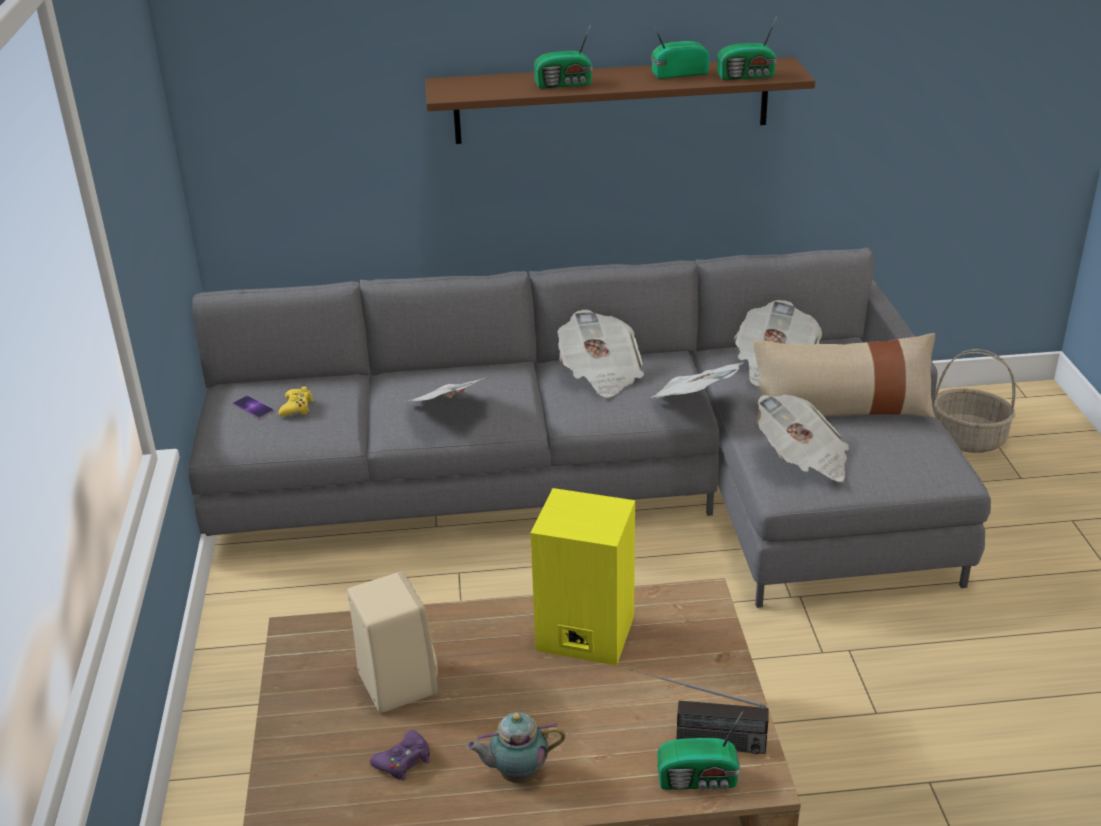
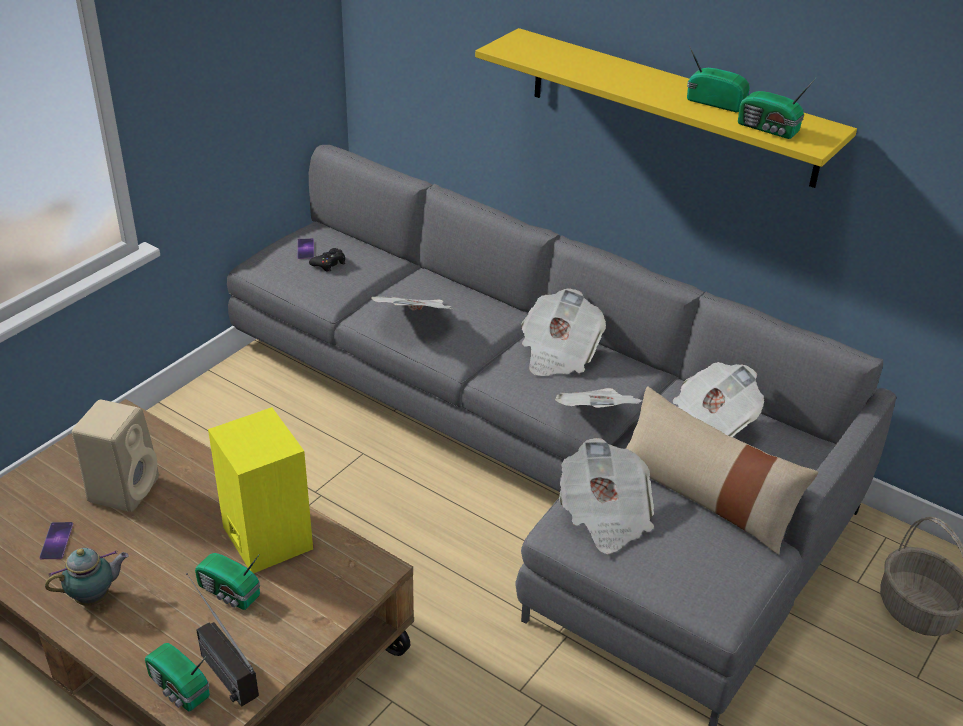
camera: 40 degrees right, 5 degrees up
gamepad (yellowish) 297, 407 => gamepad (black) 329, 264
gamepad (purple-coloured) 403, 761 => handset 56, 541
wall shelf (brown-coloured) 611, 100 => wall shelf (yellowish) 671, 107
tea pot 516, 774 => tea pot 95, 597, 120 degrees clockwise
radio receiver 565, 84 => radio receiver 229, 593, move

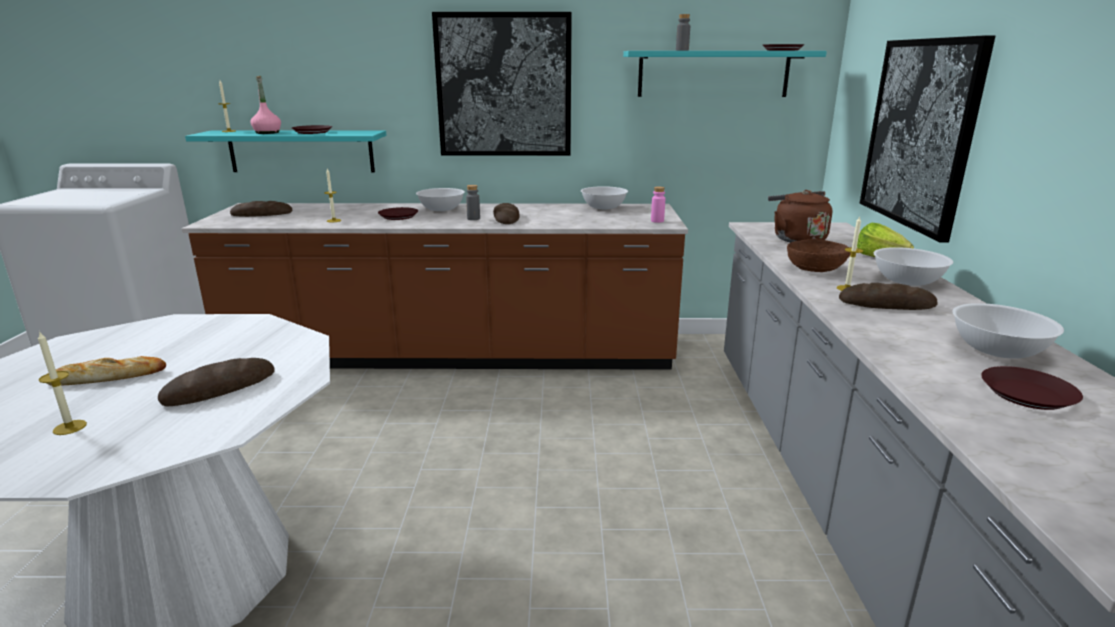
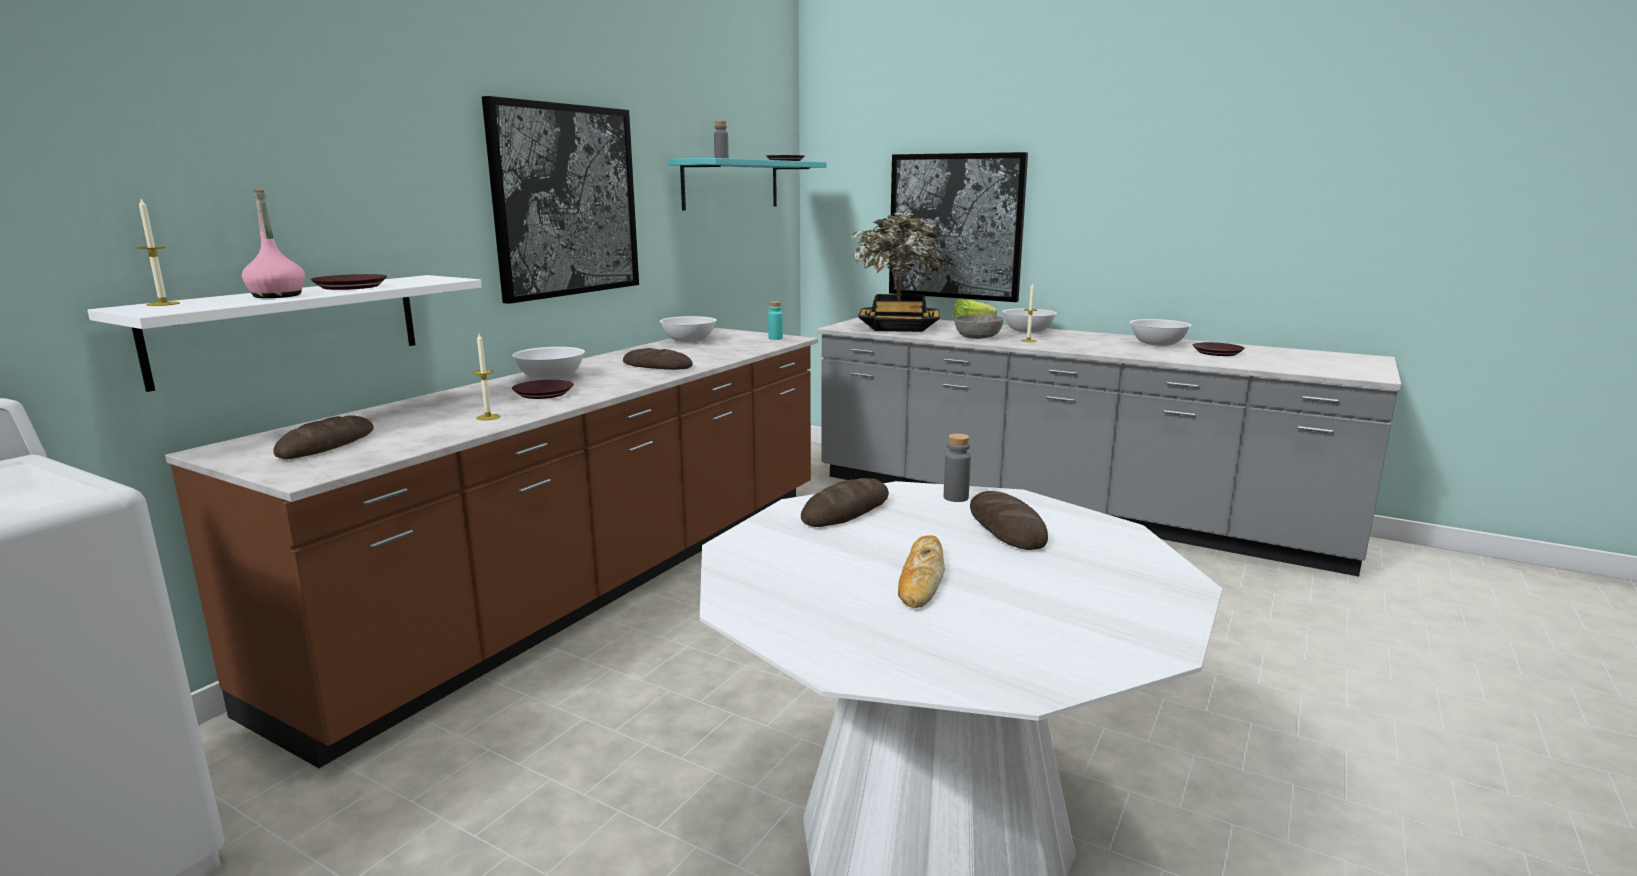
camera: 60 degrees left, 5 degrees down
wax light 69, 427 => nothing
wall shelf (turquoise) 301, 151 => wall shelf (whitish) 290, 327
bottle (grey) 473, 219 => bottle (grey) 956, 497, move
bottle (pink-coloured) 657, 221 => bottle (turquoise) 775, 338
water kettle (brown-coloured) 796, 239 => plant in a pot 898, 327
serving bowl (brown-coloured) 815, 269 => serving bowl (grey) 978, 337
baked bread 886, 304 => baked bread 846, 510, move

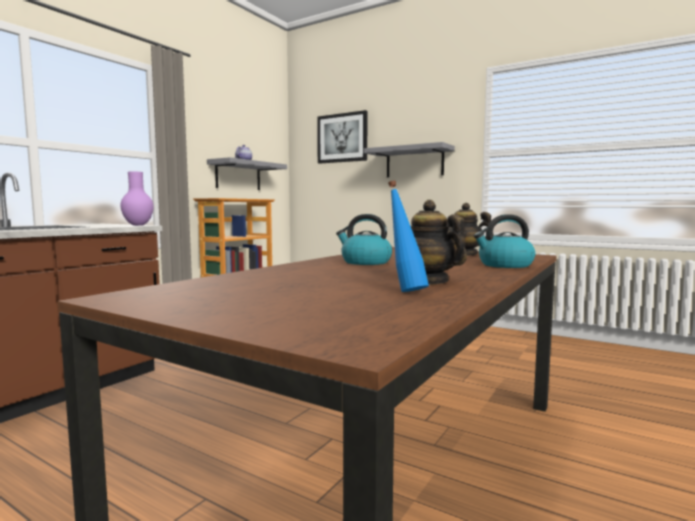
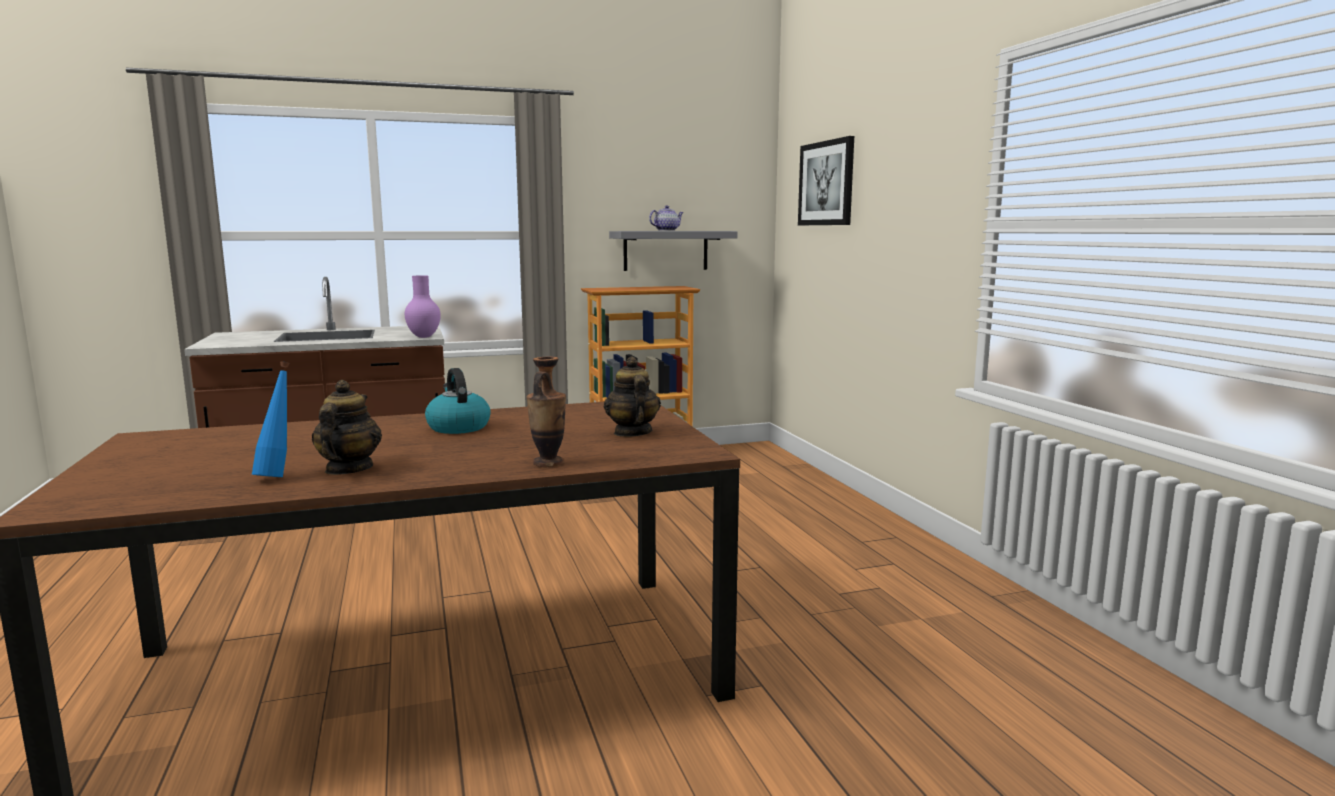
camera: 40 degrees right, 5 degrees up
wall shelf (grey) 414, 162 => nothing
water kettle 504, 265 => decorative vase 548, 463

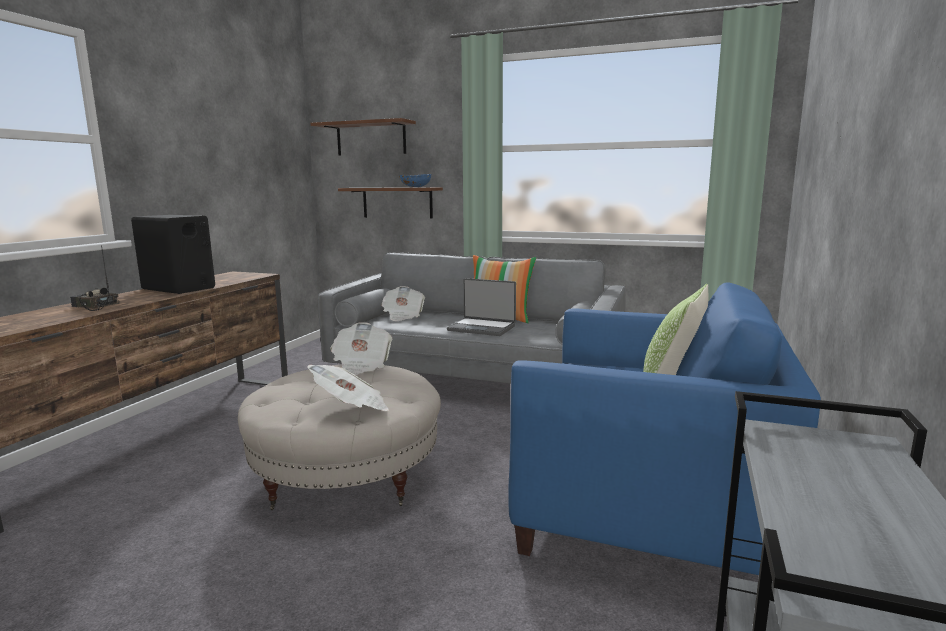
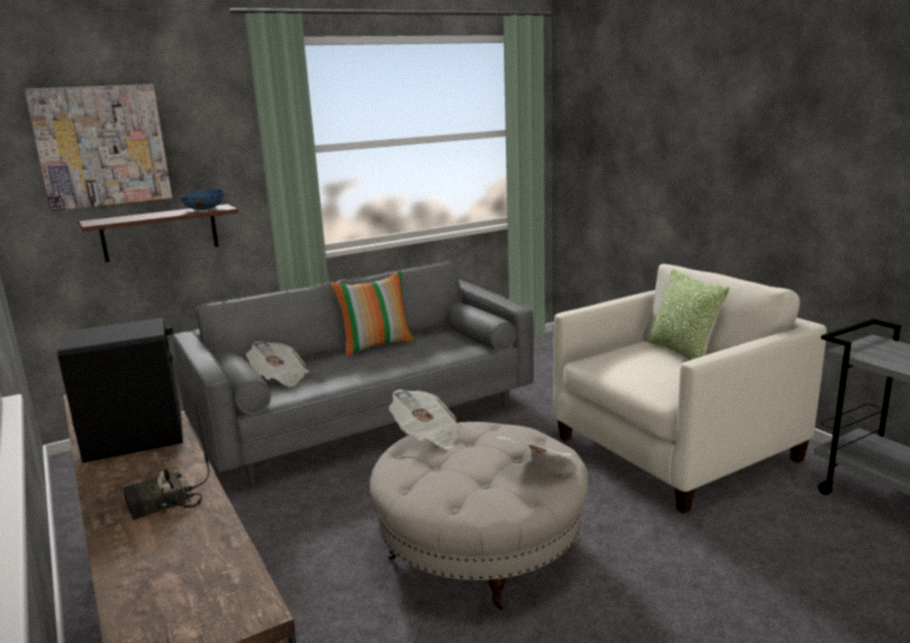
camera: 50 degrees left, 5 degrees up
wall shelf (brown-coloured) 371, 139 => wall art 102, 146
notebook computer 482, 328 => nothing
lounge chair (blue-coloured) 646, 510 => lounge chair (sand-coloured) 674, 449

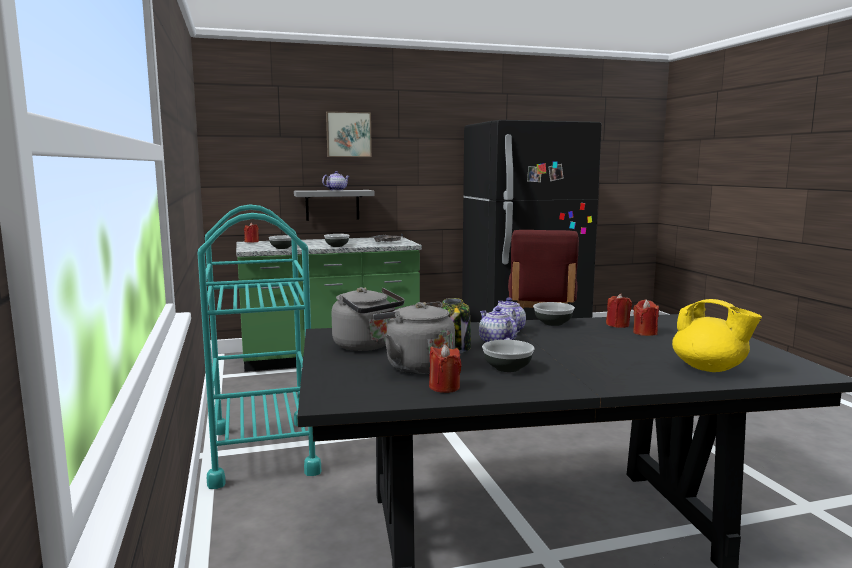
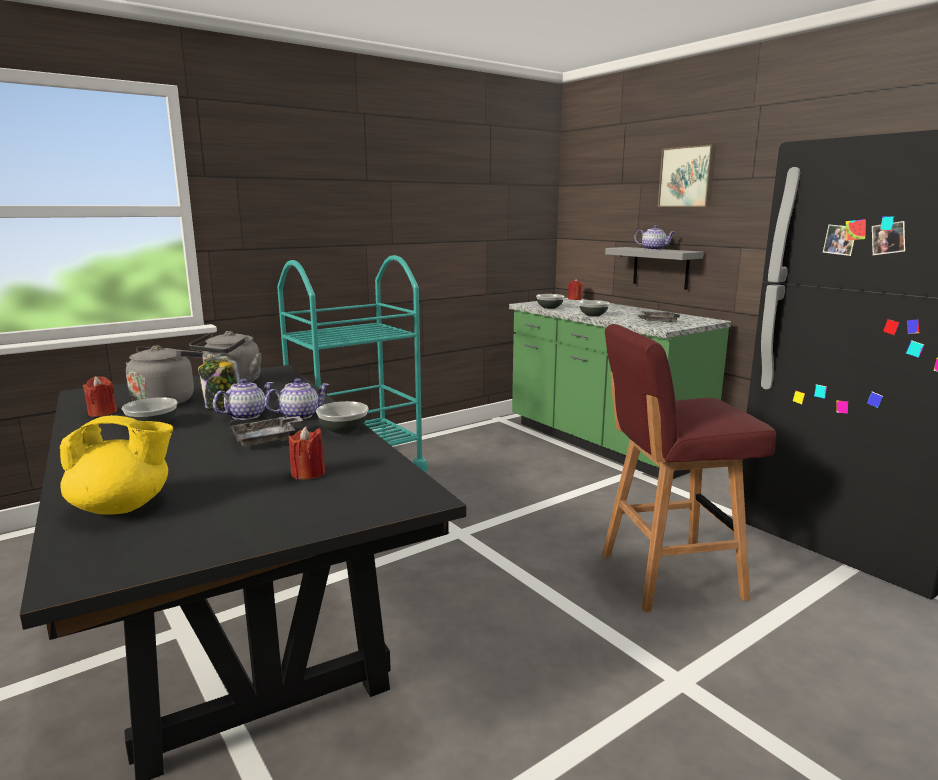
camera: 70 degrees right, 5 degrees up
wax light (red-coloured) 617, 325 => nothing
tea pot (yellowish) 710, 369 => tea pot (yellowish) 123, 507, 120 degrees counterclockwise
nothing => tray (grey) 266, 440

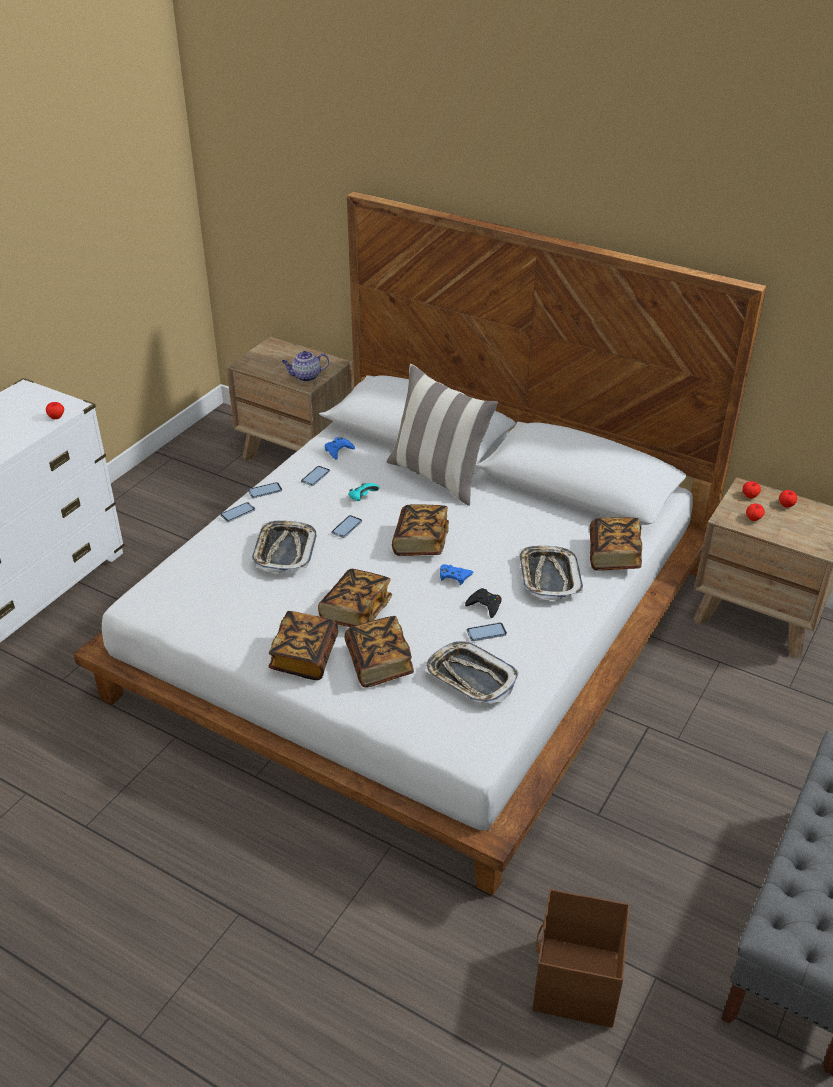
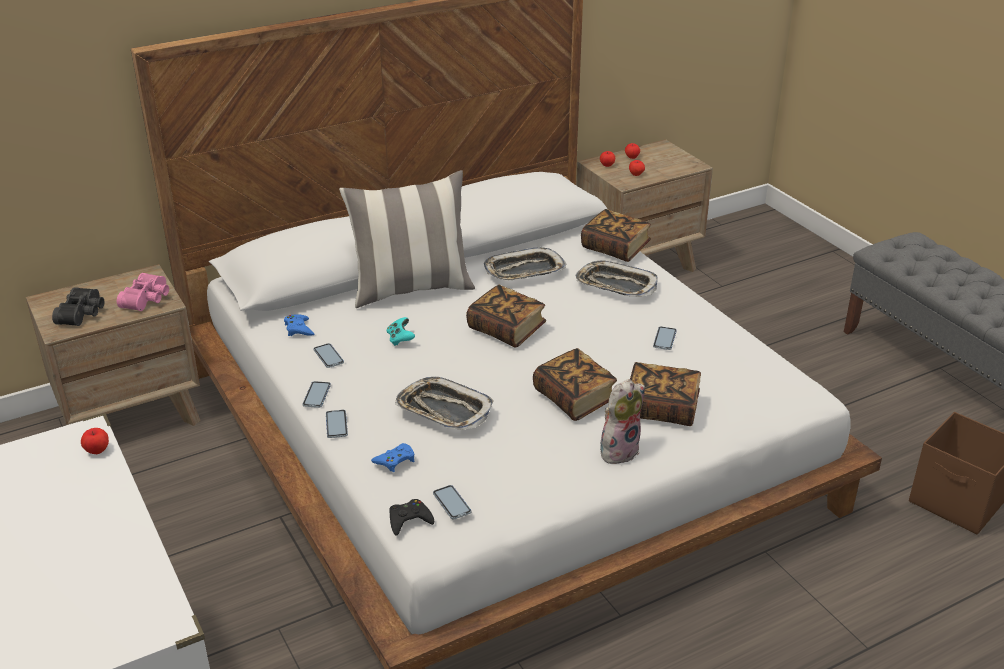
camera: 60 degrees left, 5 degrees down
volume 304, 657 => cuddly toy 618, 450
tea pot 306, 377 => pair of binoculars (pink-coloured) 148, 299
handset 346, 527 => handset 452, 503, move
tray 470, 678 => tray 524, 271, move
gamepad (blue-coloured) 454, 576 => gamepad (blue-coloured) 395, 460, move
gamepad (black) 485, 605 => gamepad (black) 409, 520, move
nothing => pair of binoculars (black) 83, 314

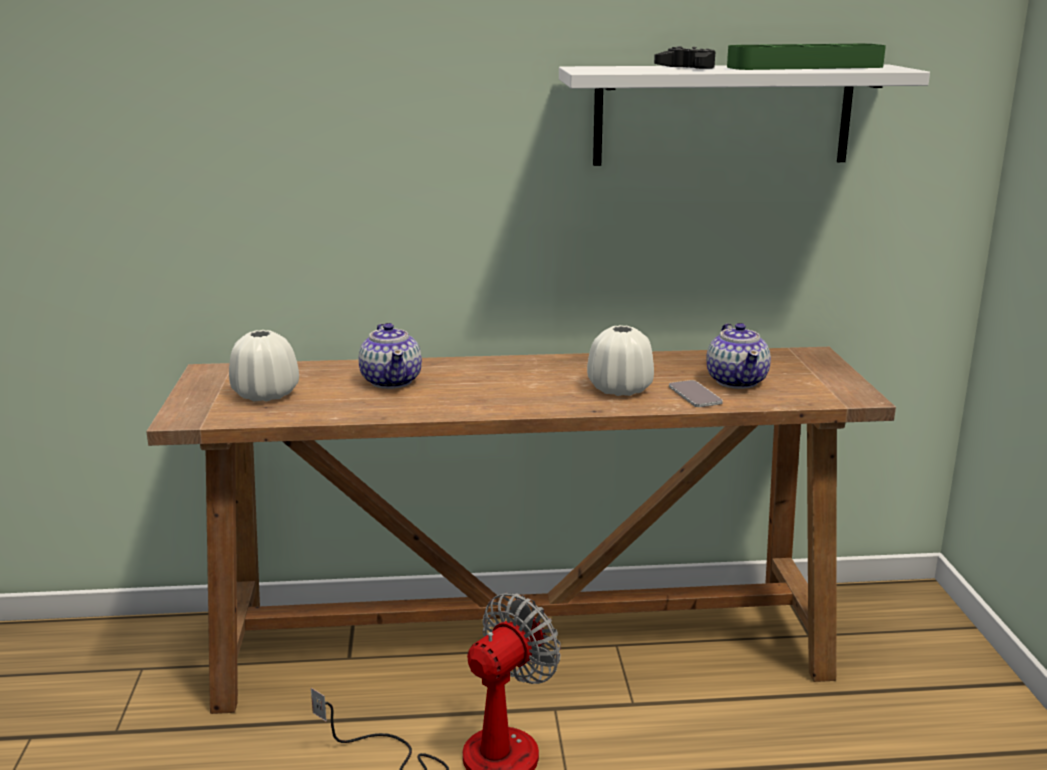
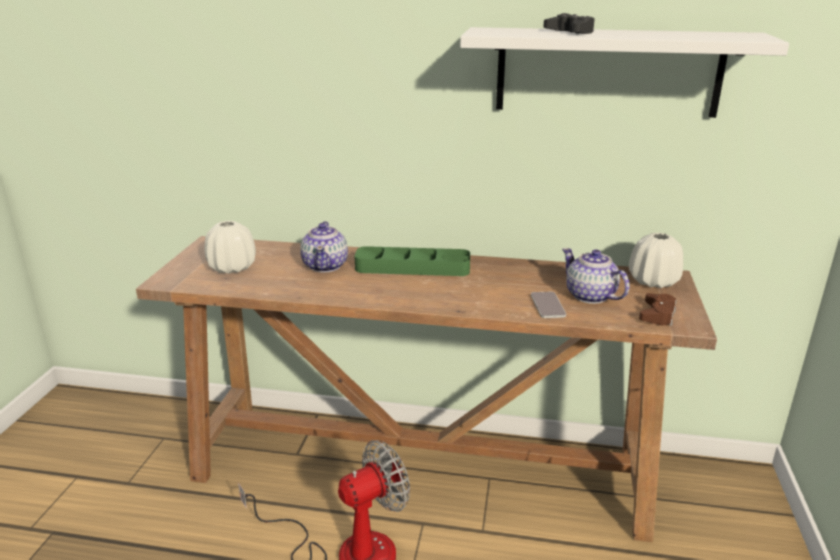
camera: 15 degrees right, 5 degrees up
decorative vase (whitish) 620, 389 => decorative vase (whitish) 653, 281, move
tea pot 737, 381 => tea pot 590, 296, 135 degrees clockwise
tray (green-coloured) 805, 67 => tray (green-coloured) 412, 267, move
nothing => gamepad (brown-coloured) 657, 314

